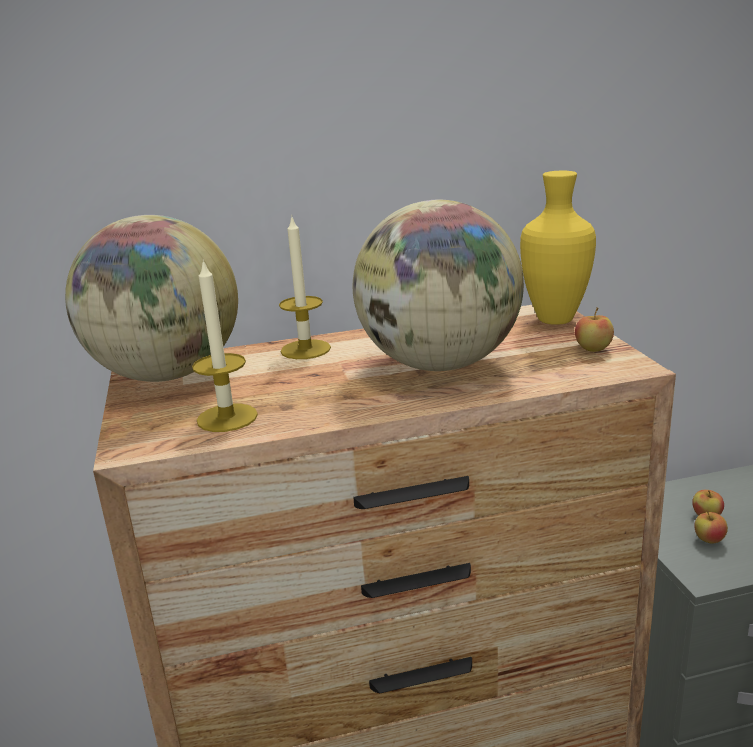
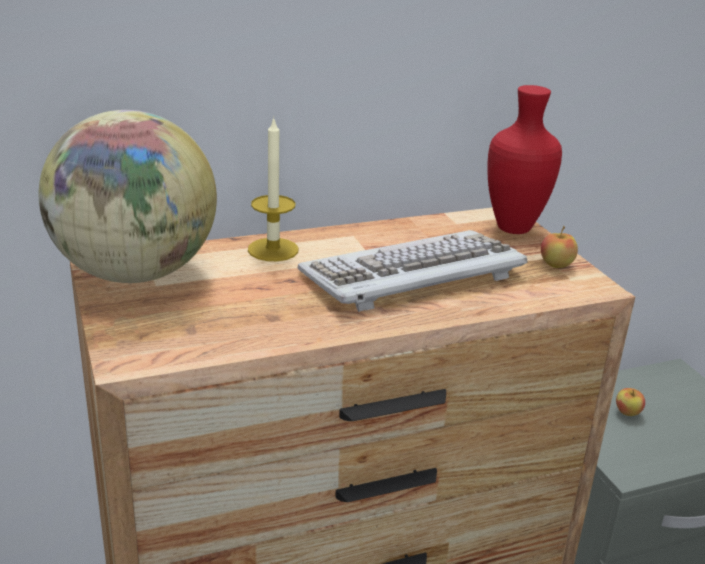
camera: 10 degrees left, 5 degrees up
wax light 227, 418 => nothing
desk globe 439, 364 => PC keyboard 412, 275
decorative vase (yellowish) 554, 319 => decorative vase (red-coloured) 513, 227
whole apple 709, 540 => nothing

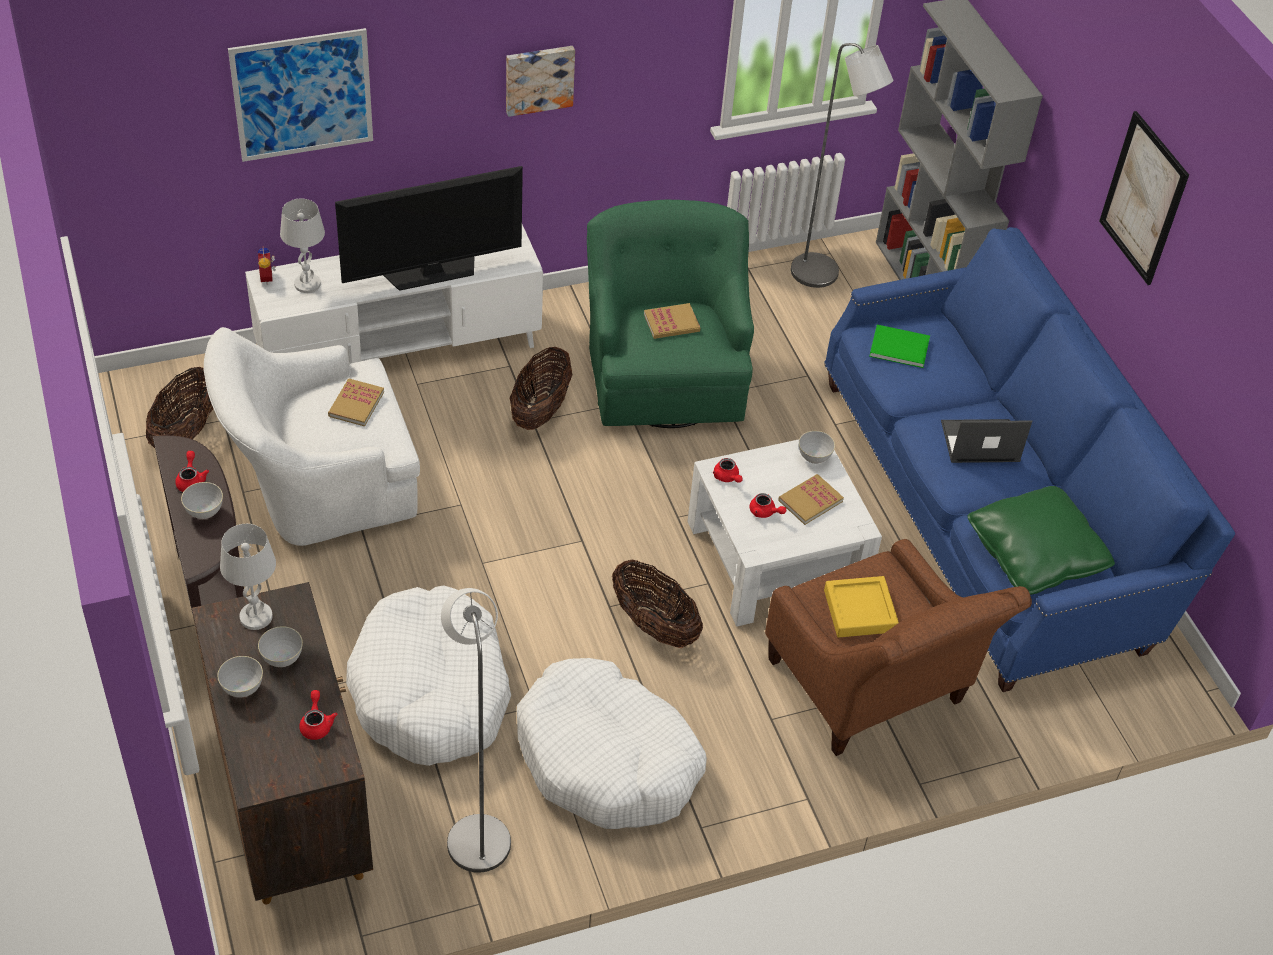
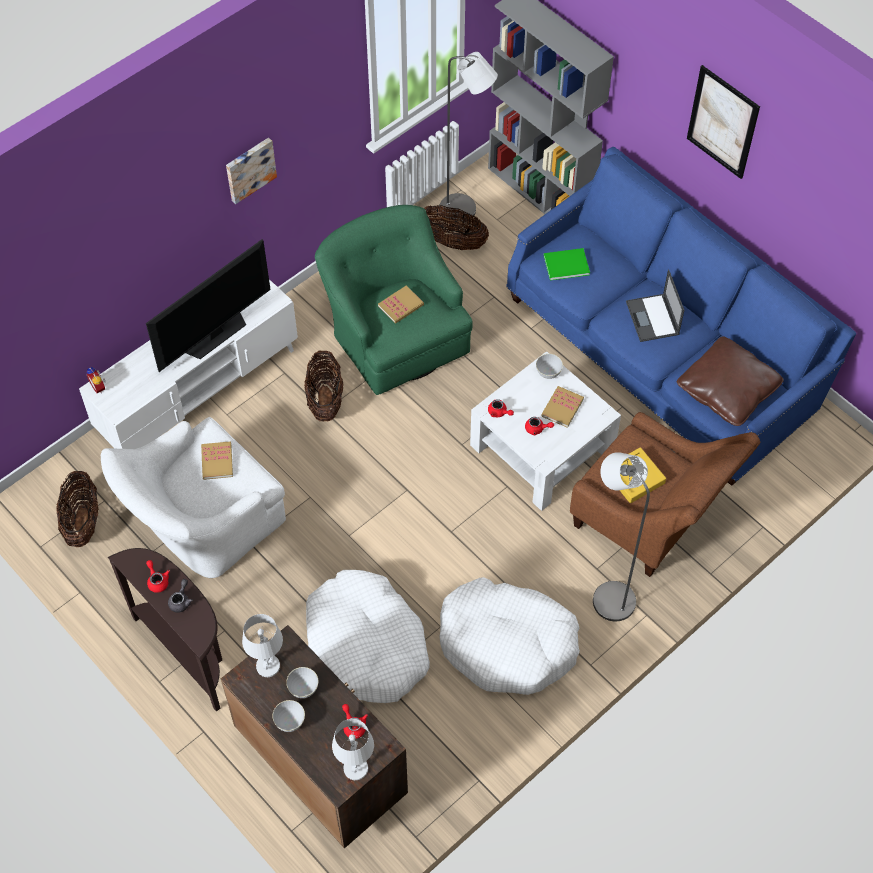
camera: 20 degrees left, 10 degrees up
serving bowl (grey) 204, 511 => tea pot (grey) 181, 601
wall art 302, 95 => nothing
lamp for a table (whitish) 307, 284 => lamp for a table (whitish) 356, 768, move
standing lamp (grey) 476, 833 => standing lamp (grey) 608, 595, move
household basket 654, 625 => household basket 453, 242, move
notebook computer 979, 442 => notebook computer 653, 319, 75 degrees counterclockwise
cushion (green-coloured) 1035, 554 => cushion (brown-coloured) 727, 390

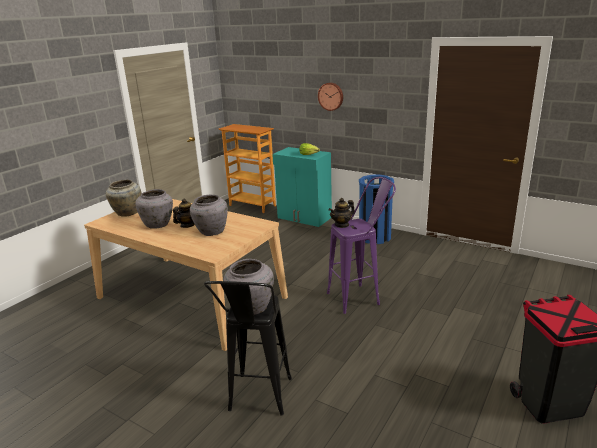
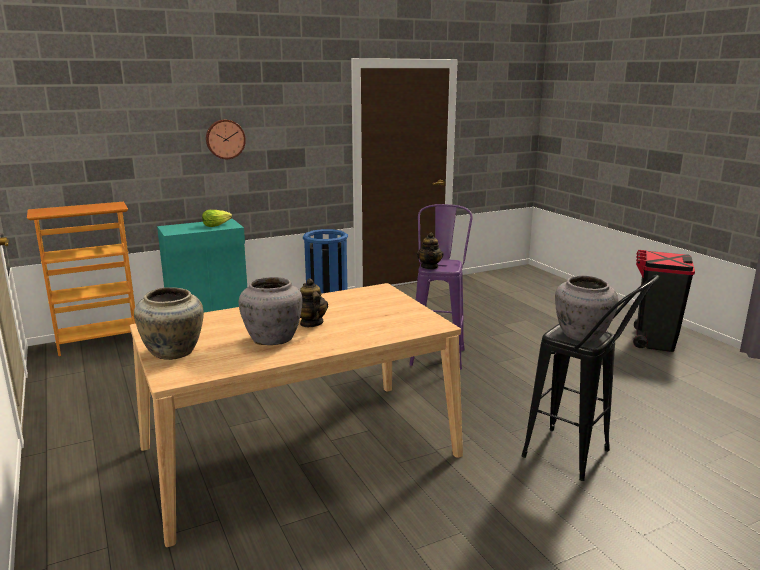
camera: 60 degrees left, 5 degrees down
decorative vase (grey) 211, 231 => nothing

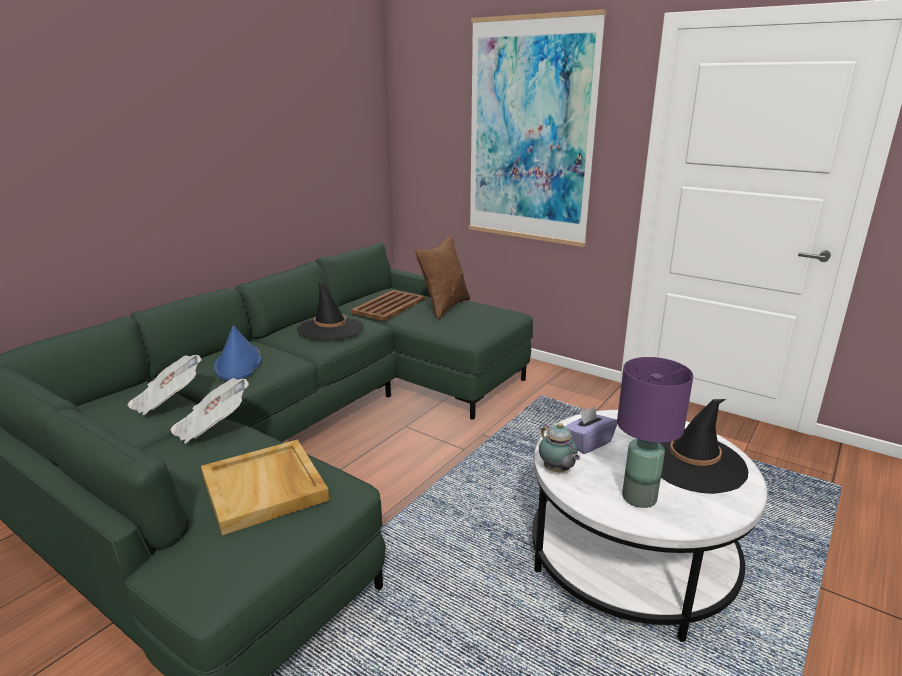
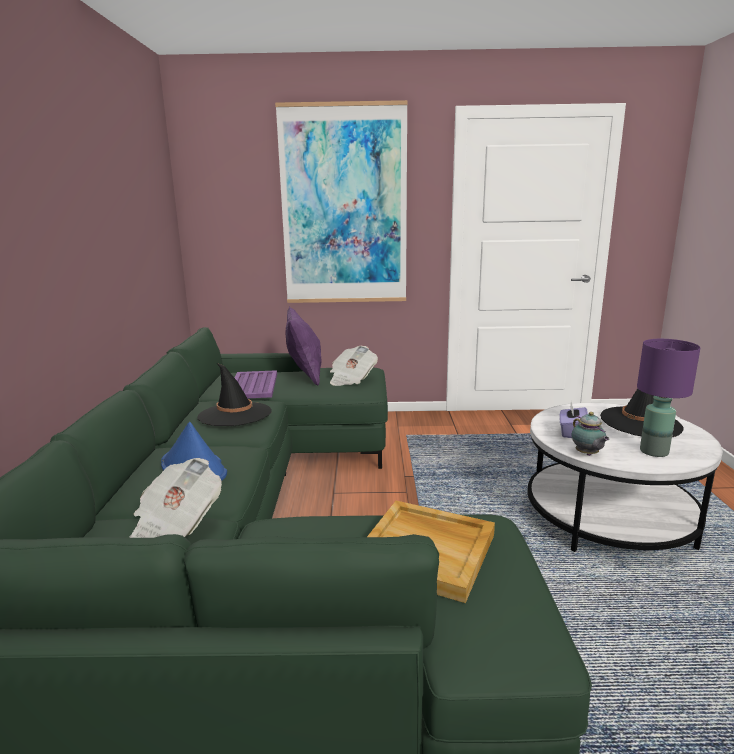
camera: 35 degrees left, 5 degrees down
daily paper 212, 428 => daily paper 351, 379, move
tray (brown-coloured) 389, 306 => tray (purple-coloured) 253, 385
cushion (brown-coloured) 444, 307 => cushion (purple-coloured) 305, 376
tea pot 557, 471 => tea pot 587, 454, 45 degrees clockwise

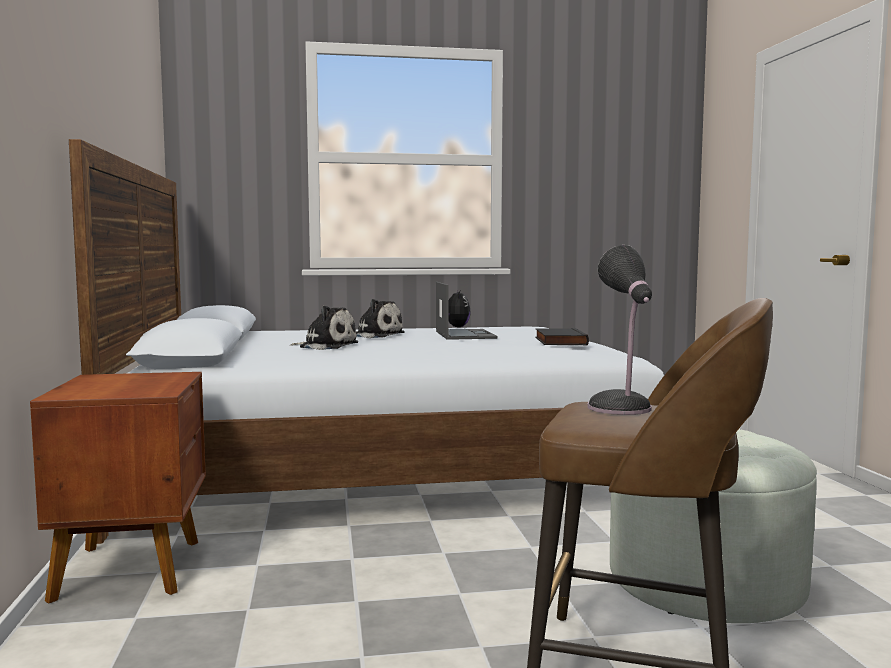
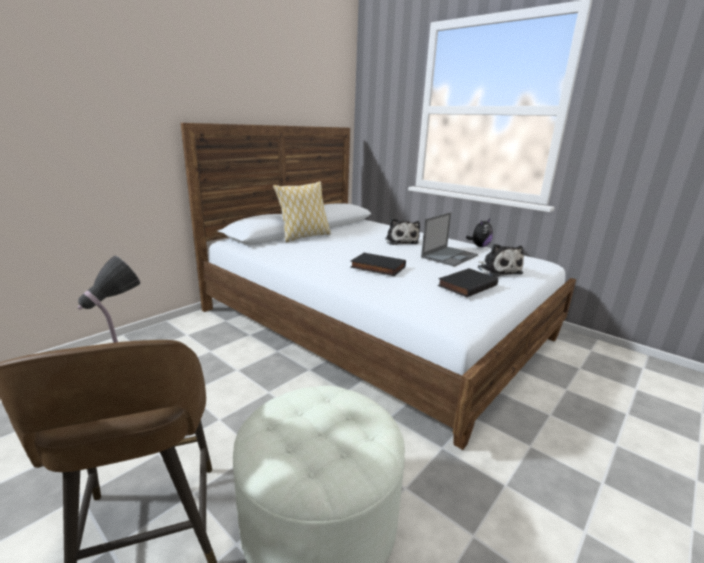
camera: 50 degrees right, 15 degrees up
bedside table (brown-coloured) 132, 568 => nothing
cuddly toy 326, 346 => cuddly toy 497, 270, move
nothing => cushion 304, 237
nothing => volume (black) 377, 267

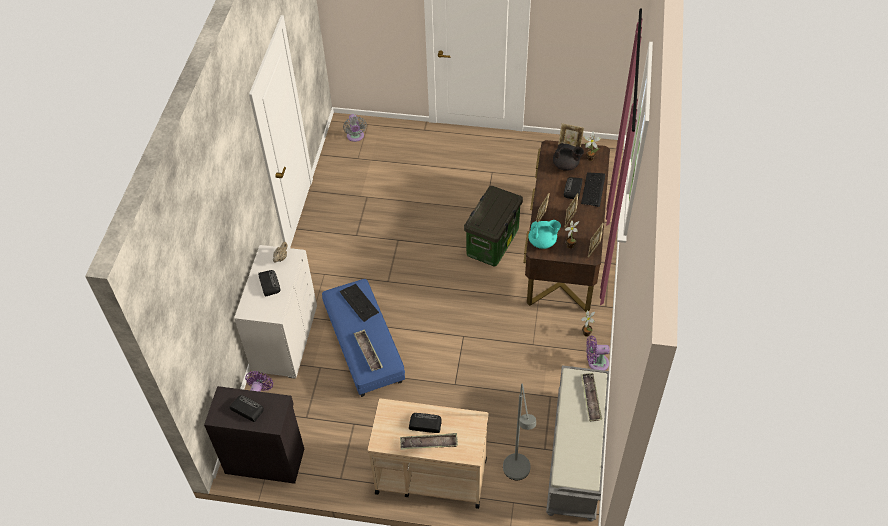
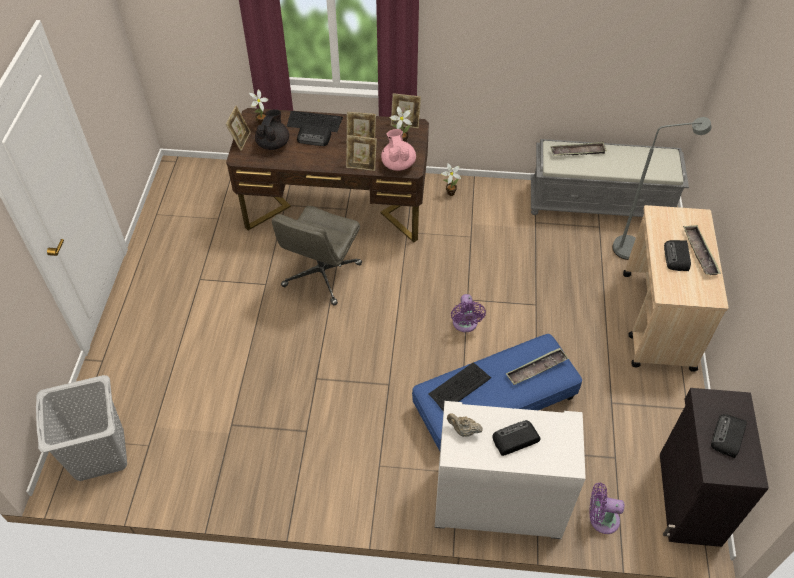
camera: 95 degrees left, 0 degrees up
fan (grey) 355, 137 => washing basket (grey) 99, 453
storage box 492, 242 => office chair (grey) 321, 275
tea pot (turquoise) 543, 242 => tea pot (pink-coloured) 398, 164
fan (purple-coloured) 596, 363 => fan (purple-coloured) 465, 324, move

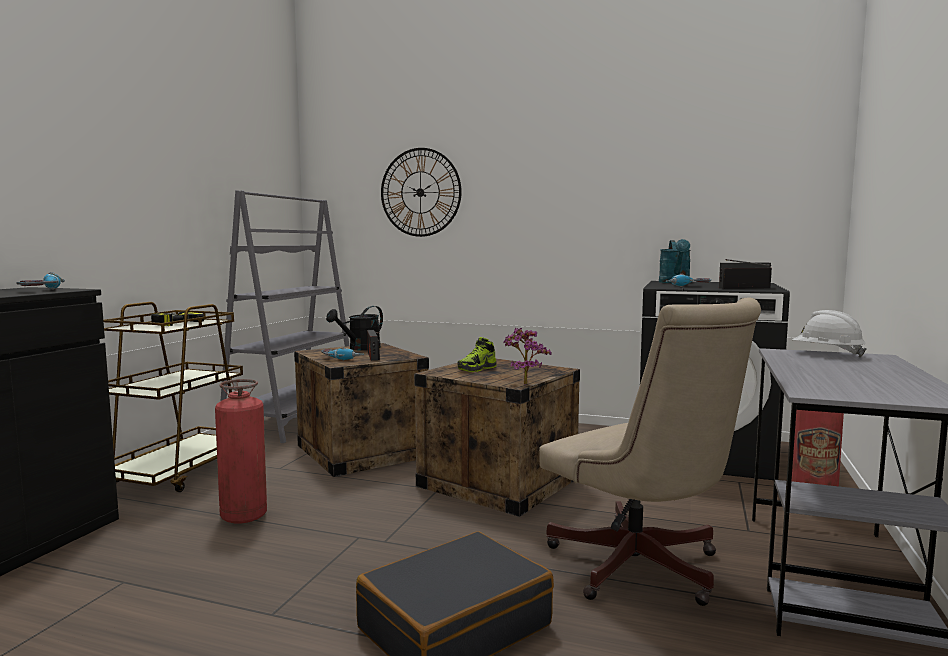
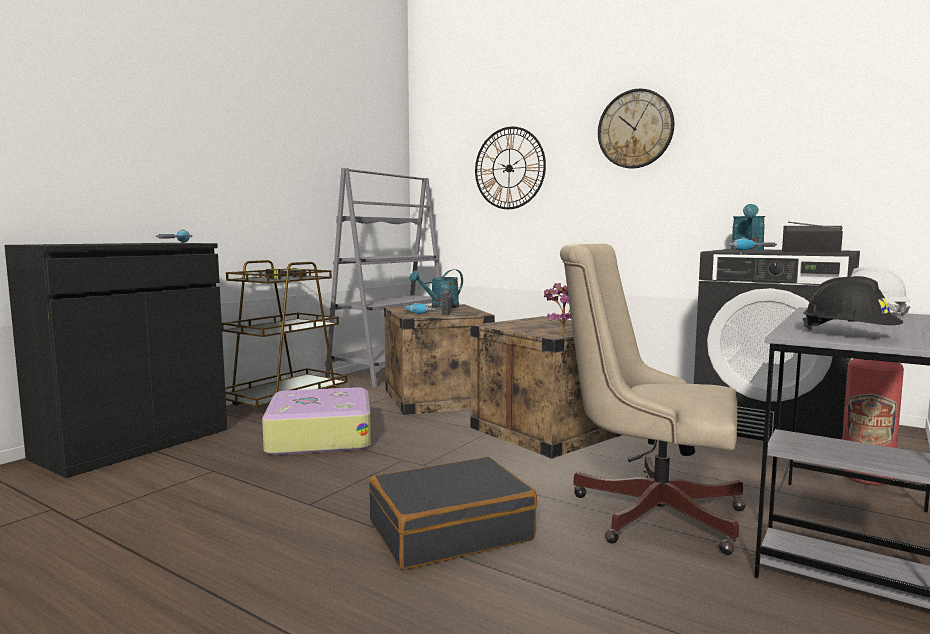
camera: 15 degrees right, 0 degrees up
extinguisher 244, 516 => suitcase 319, 436
watering pot (black) 360, 348 => watering pot (turquoise) 440, 307
item of footwear 477, 369 => nothing
office chair (sand-coloured) 642, 570 => office chair (sand-coloured) 646, 511, 135 degrees clockwise
nothing => hanging clock 635, 129
nothing => safety helmet (black) 849, 335

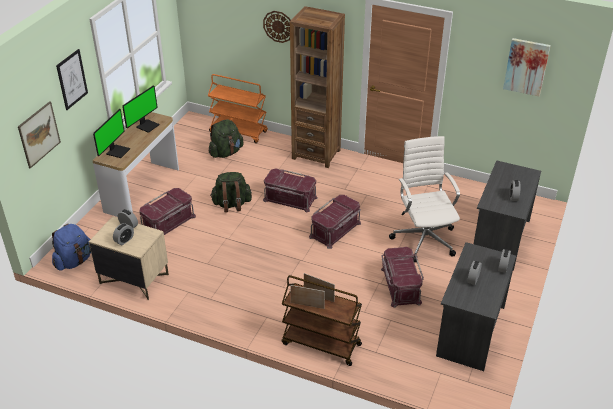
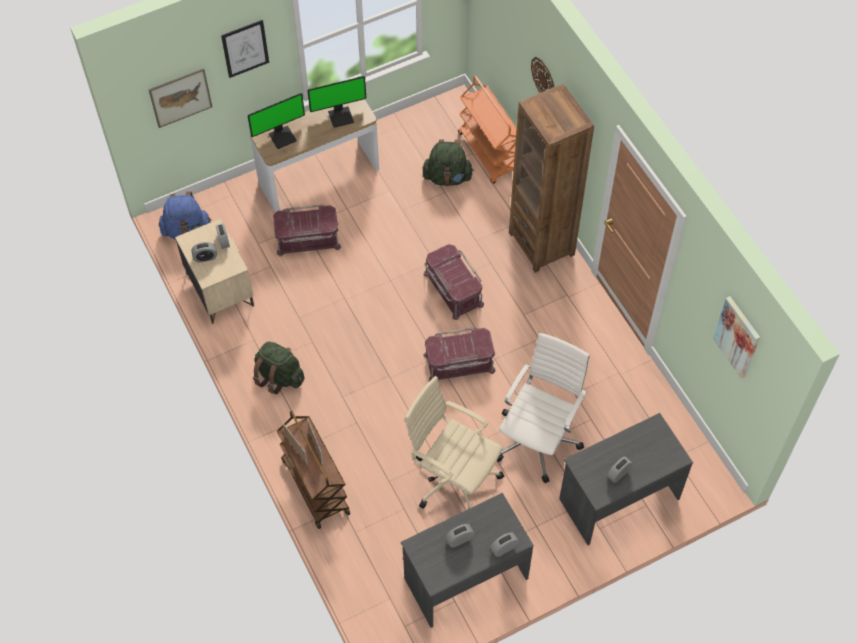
camera: 40 degrees right, 20 degrees up
backpack (green-coloured) 232, 204 => backpack (green-coloured) 279, 376, move
storage box (red-coloured) 400, 285 => office chair (sand-coloured) 453, 477

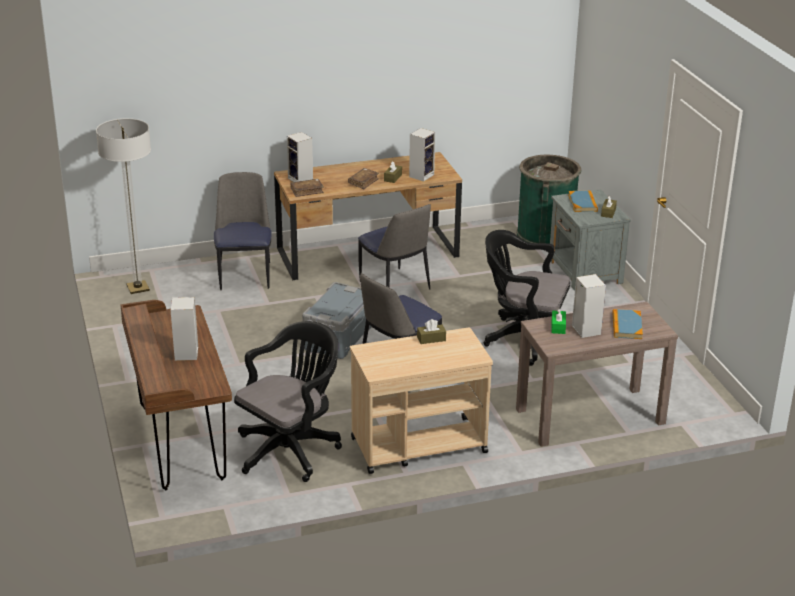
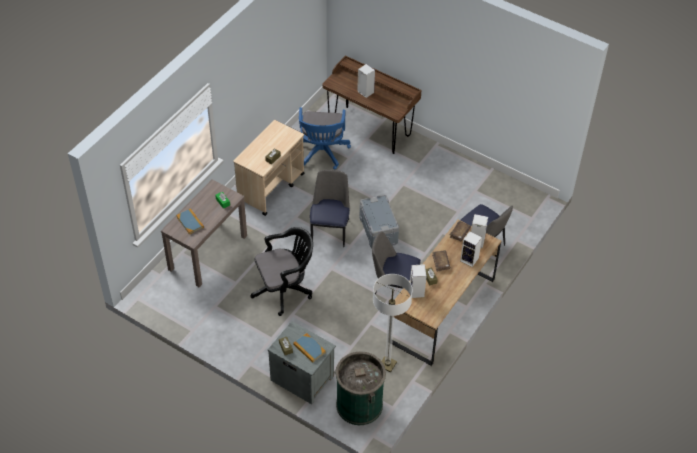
camera: 140 degrees right, 20 degrees up
standing lamp 138, 288 => standing lamp 387, 364, move
office chair (black) 291, 449 => office chair (blue-coloured) 322, 153
loudspeaker 585, 329 => loudspeaker 470, 260, move

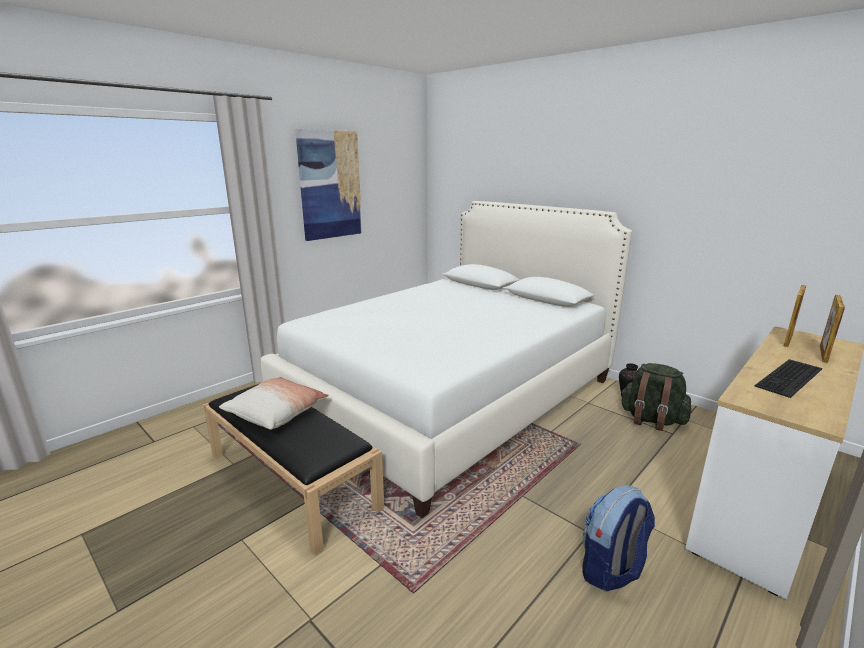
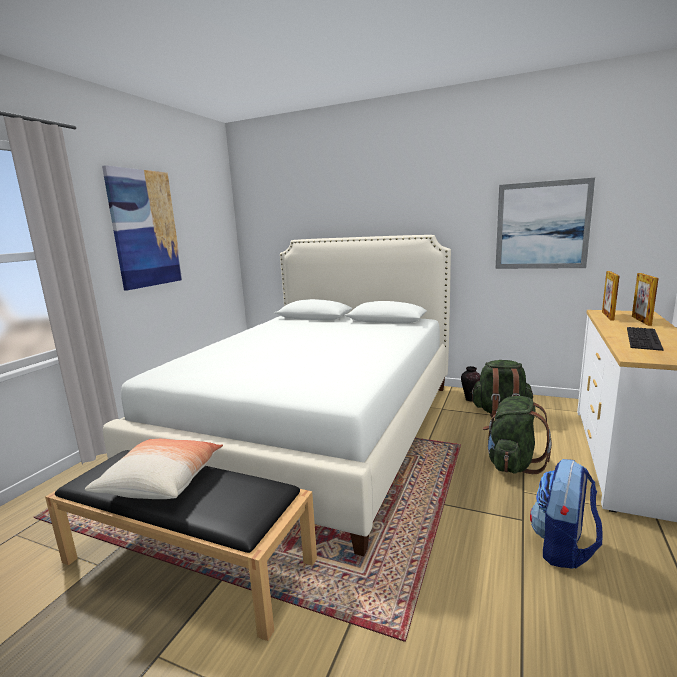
camera: 20 degrees left, 5 degrees down
nothing => backpack (green-coloured) 512, 463
nothing => wall art 542, 225

